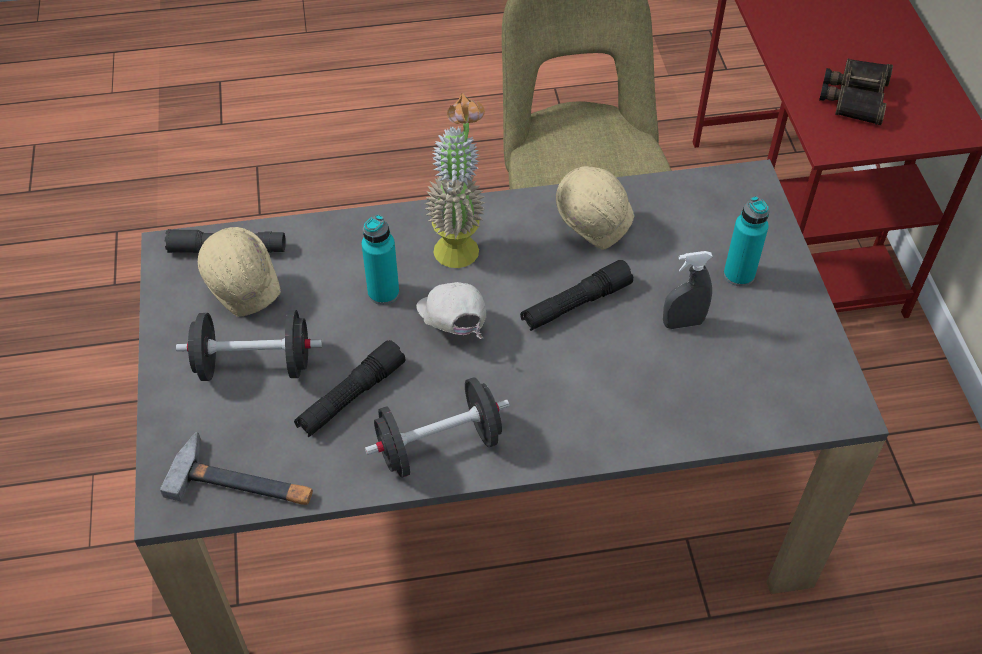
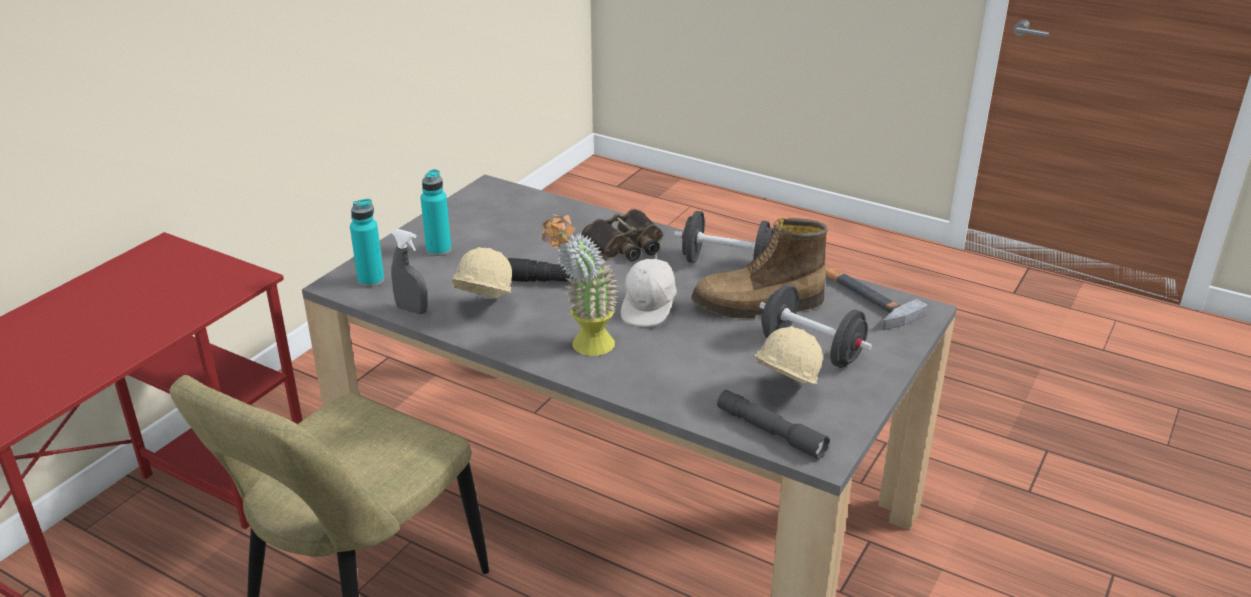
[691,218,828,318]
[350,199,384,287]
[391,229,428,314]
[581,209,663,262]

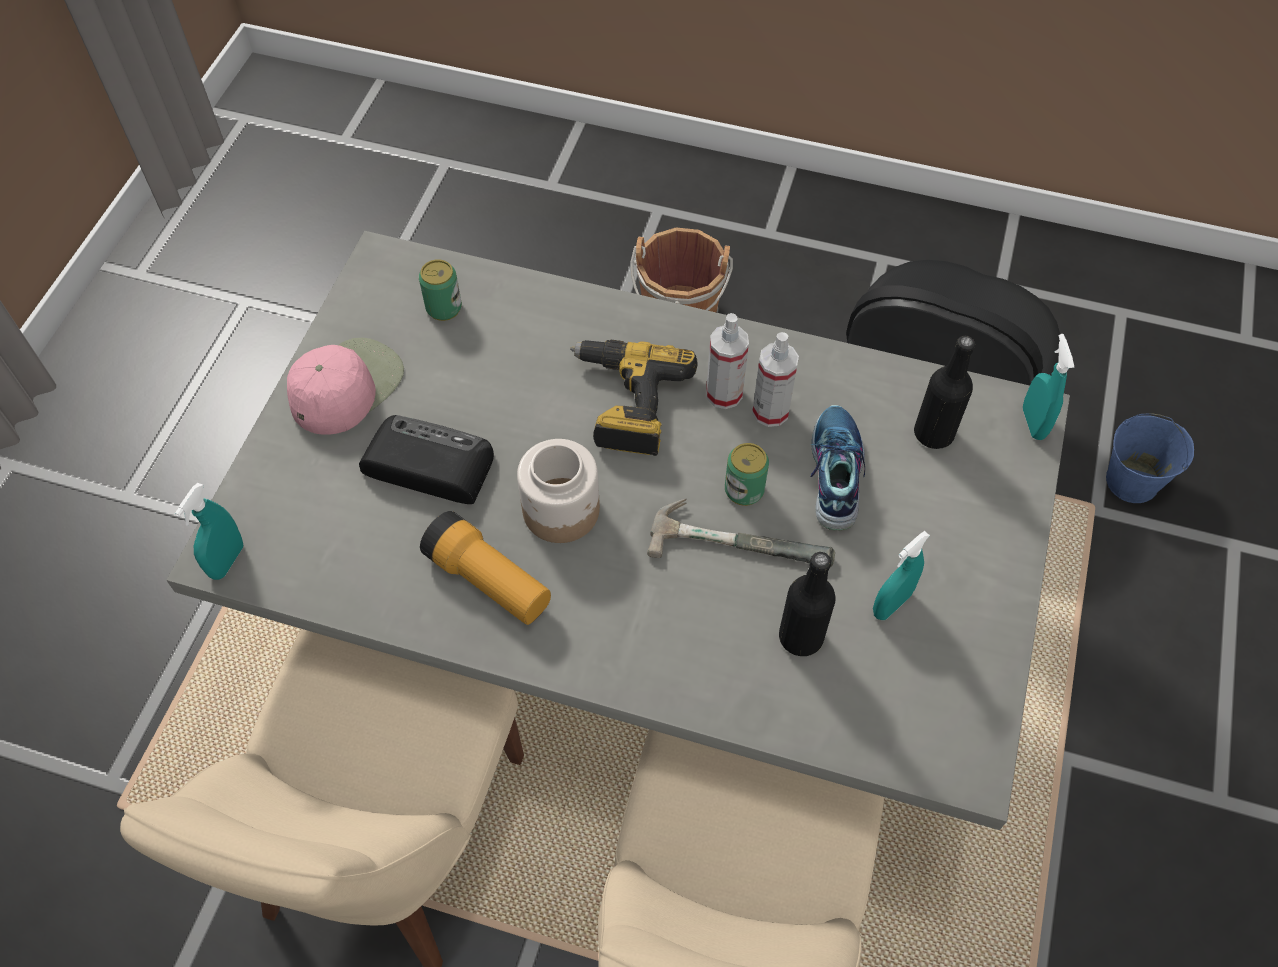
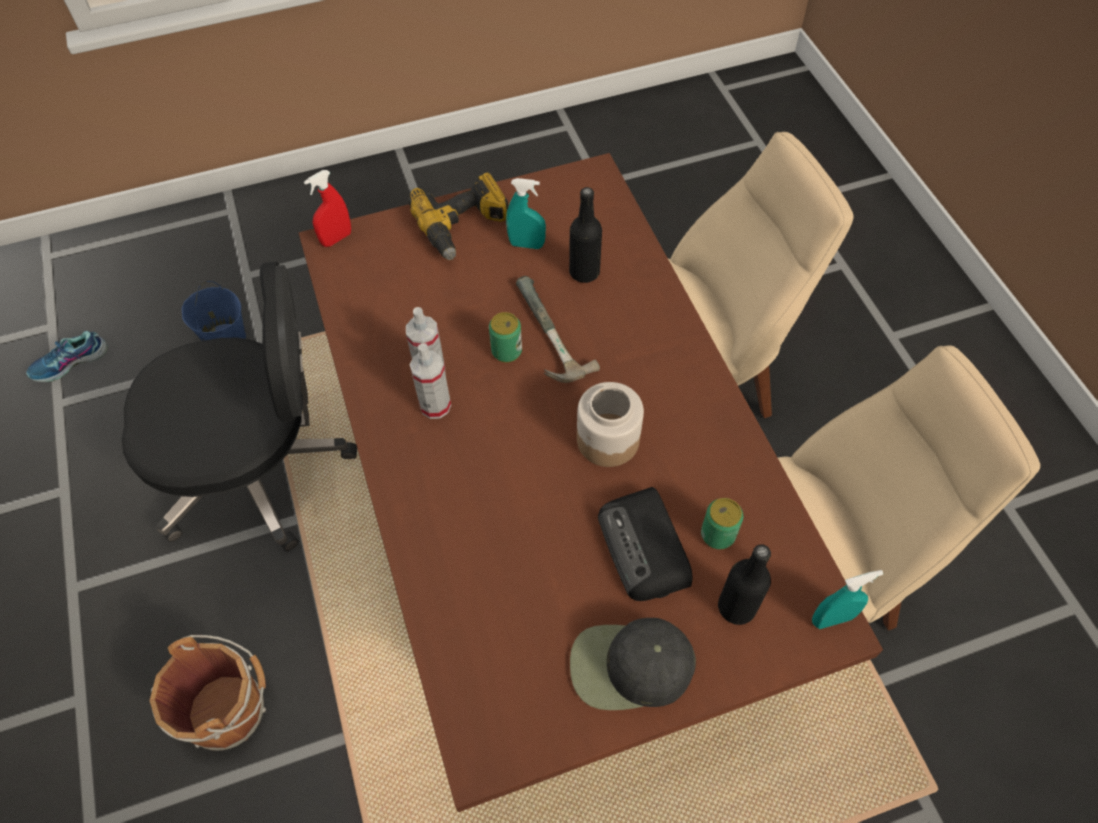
[299,153,883,812]
[570,618,696,710]
[701,498,743,549]
[420,511,551,625] (first image)
[408,173,509,260]
[26,331,108,382]
[718,544,771,625]
[304,170,351,247]

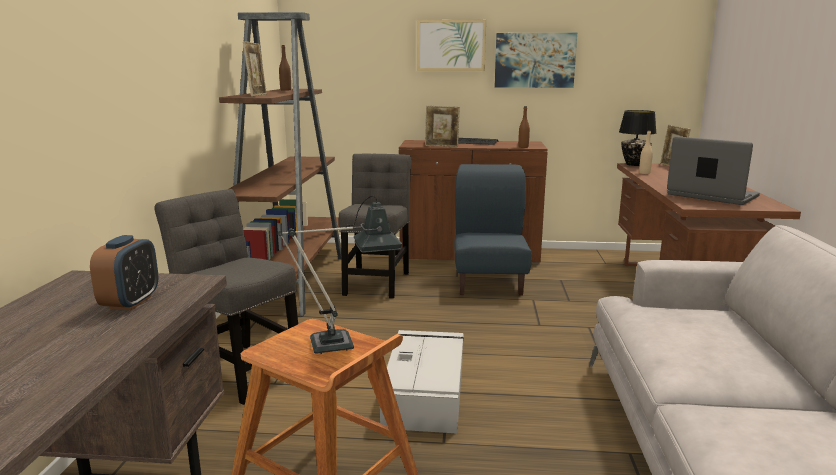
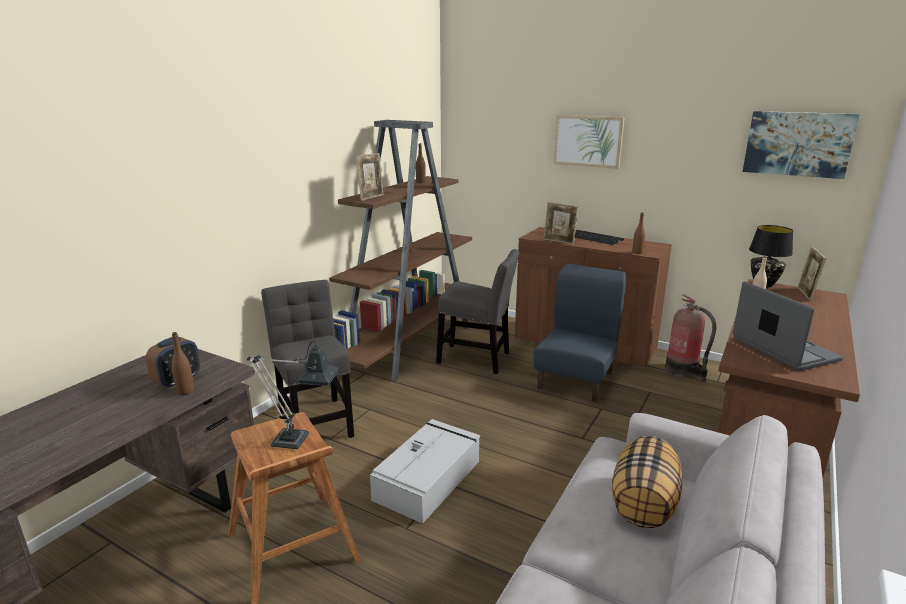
[436,249,519,374]
[743,111,860,179]
[171,332,194,395]
[612,436,683,528]
[665,294,716,382]

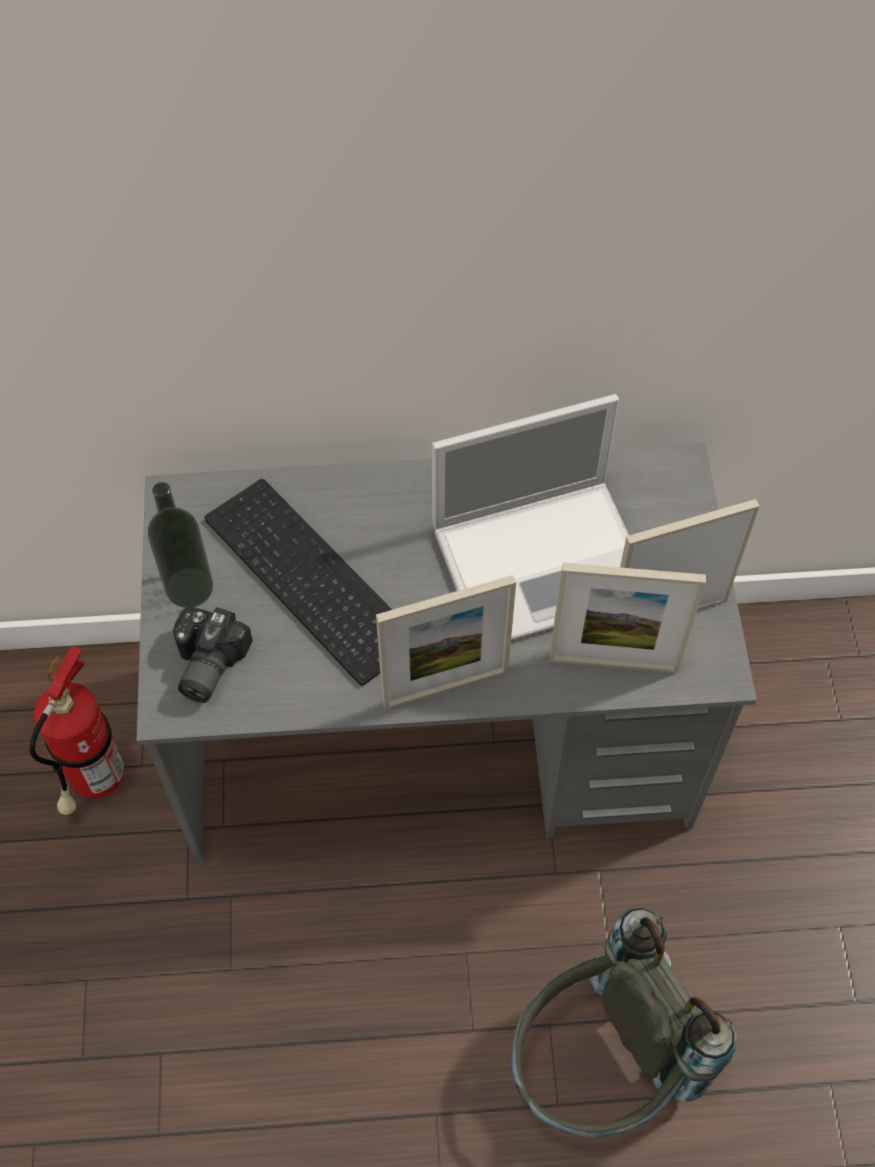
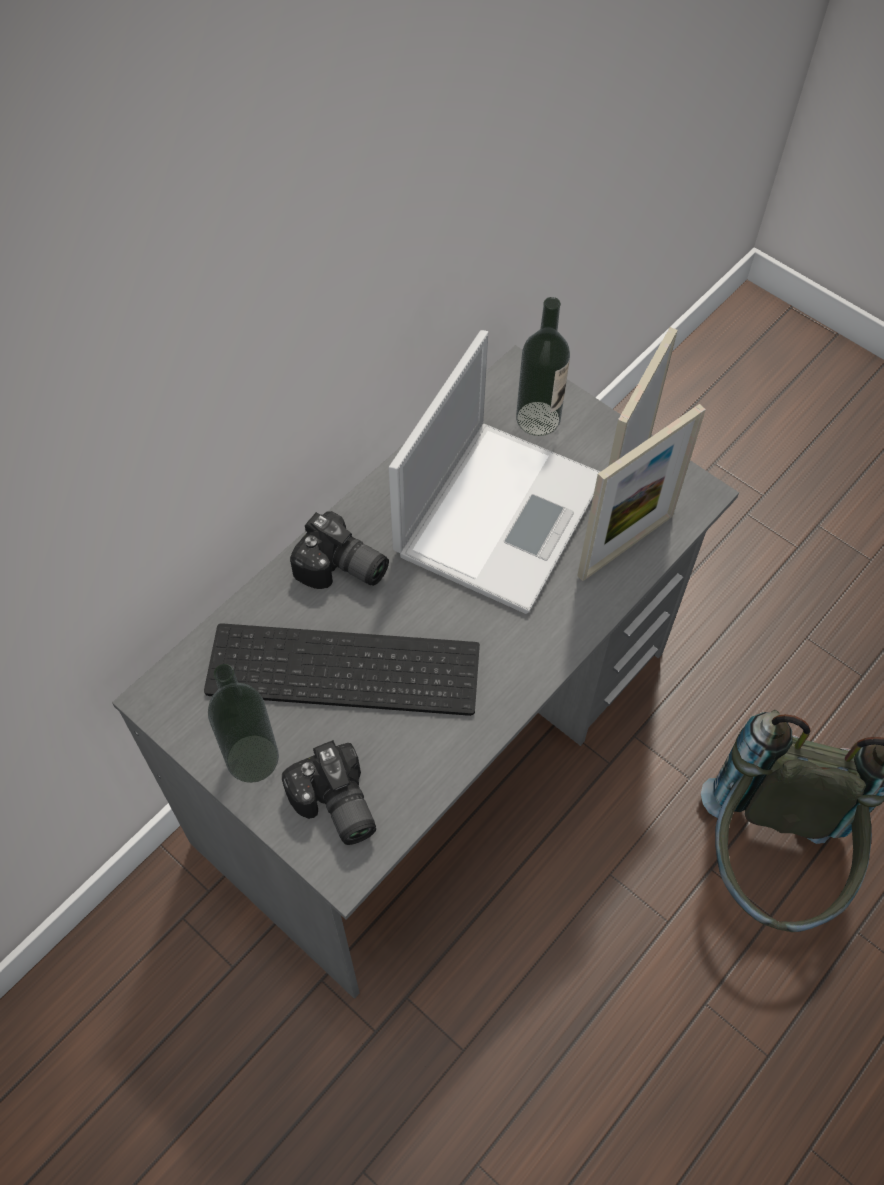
[29,646,125,815] (first image)
[376,575,516,710] (first image)
[290,511,389,589]
[516,297,570,436]

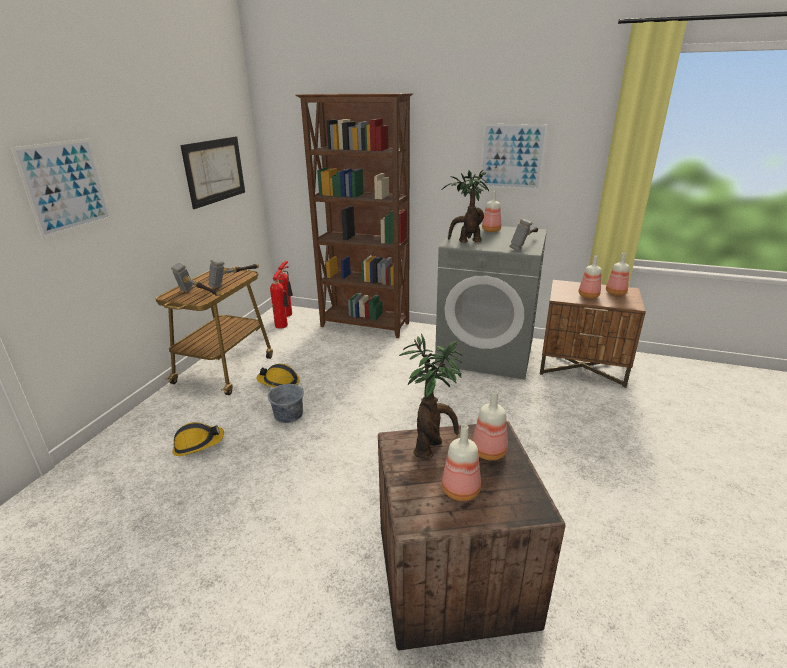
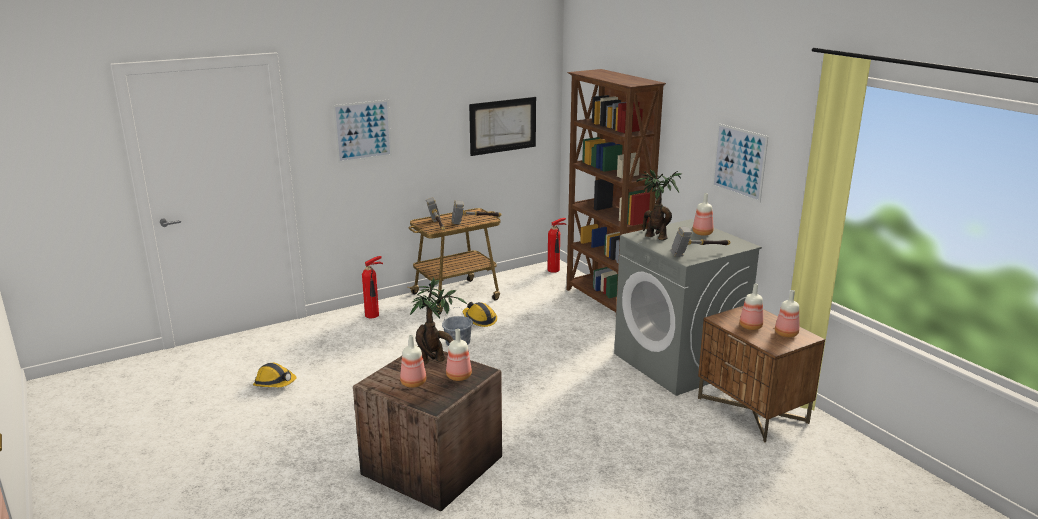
[253,363,296,387]
[362,256,383,318]

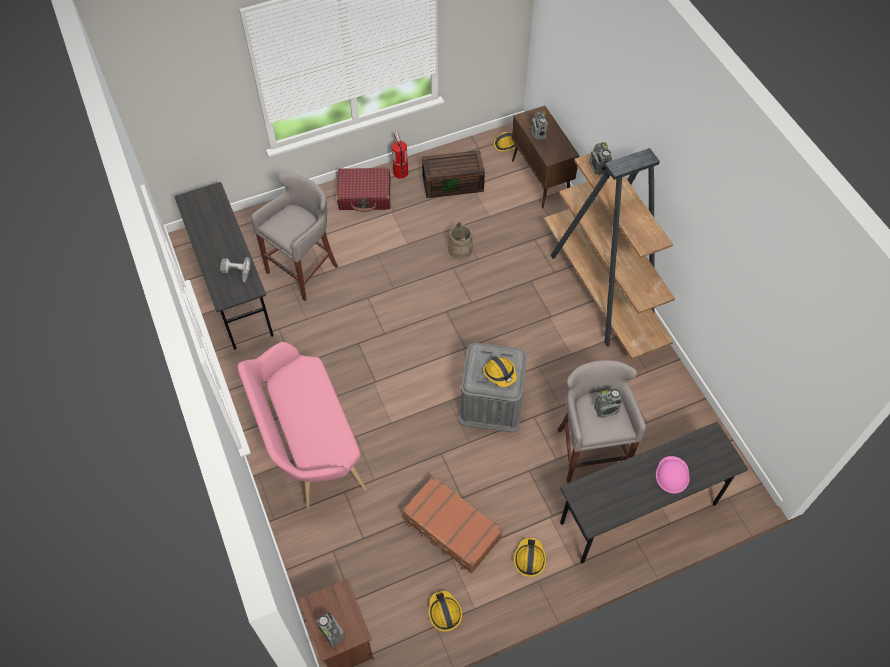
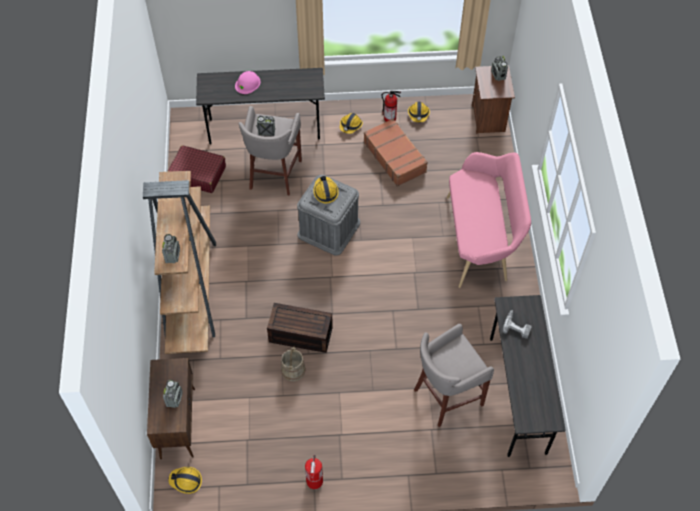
[167,145,226,193]
[267,303,333,353]
[382,91,401,122]

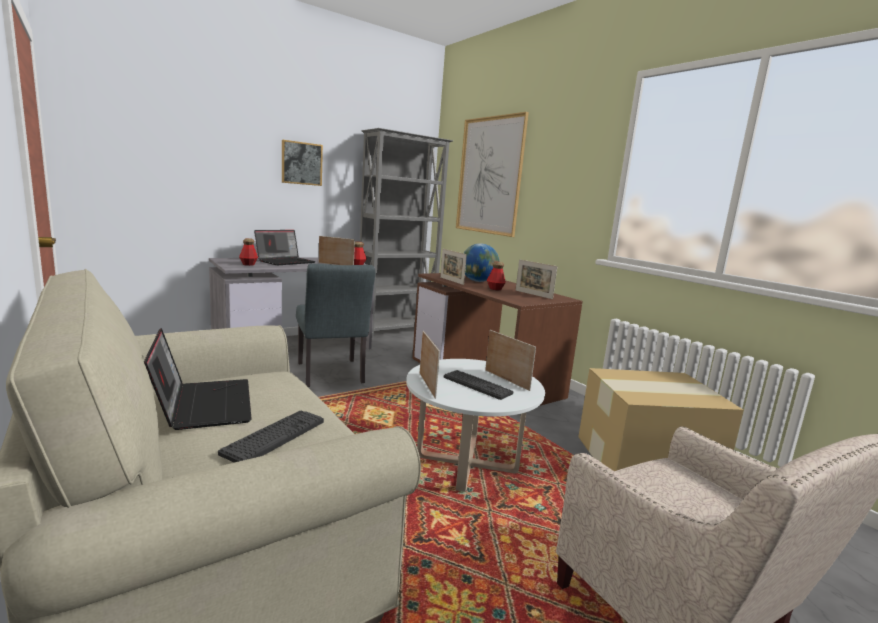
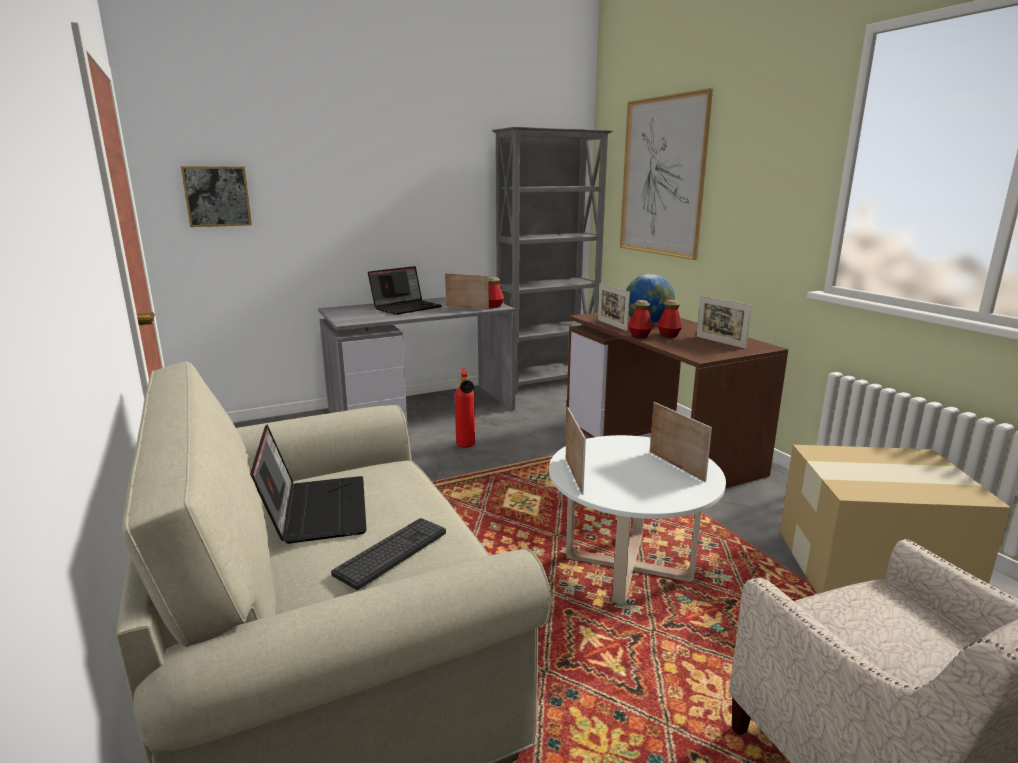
[628,300,653,338]
[181,166,252,227]
[455,367,475,448]
[444,370,514,400] (first image)

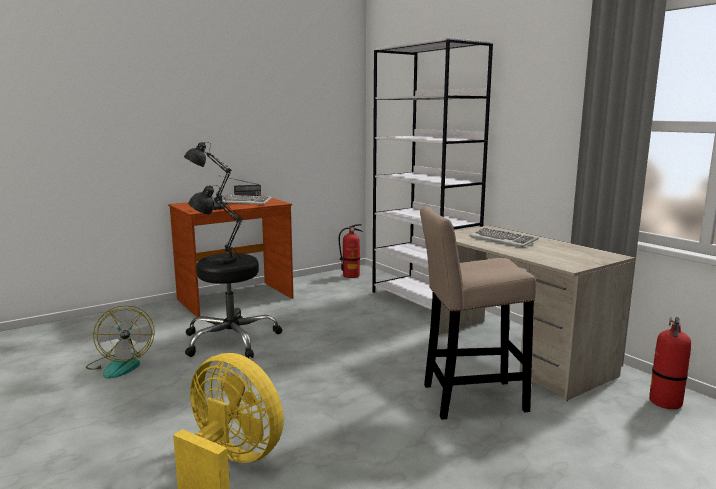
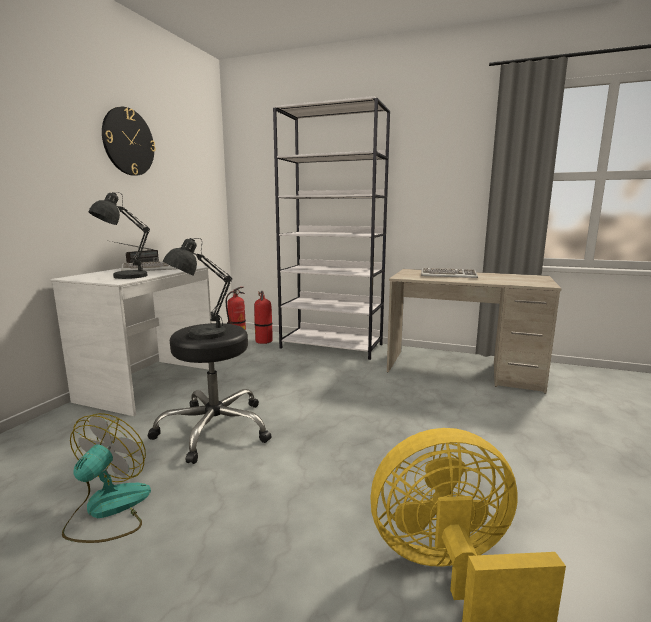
[62,413,151,543]
[51,266,215,416]
[420,206,536,420] (first image)
[254,291,273,344]
[102,107,156,176]

